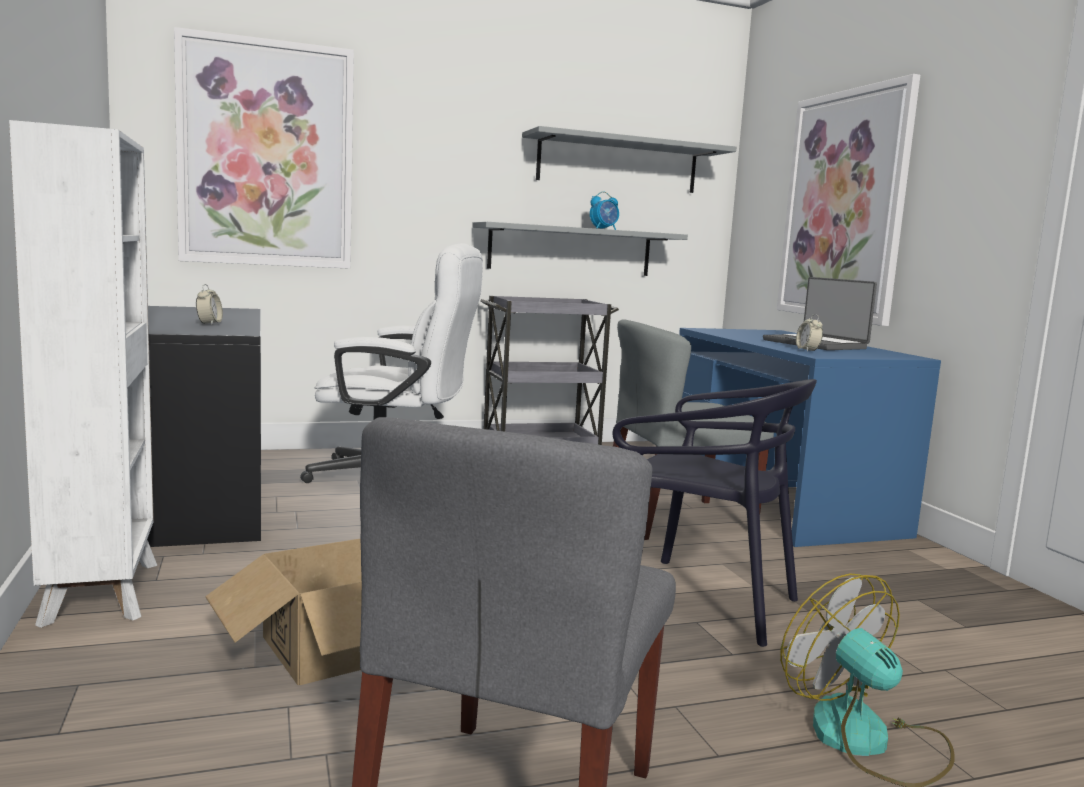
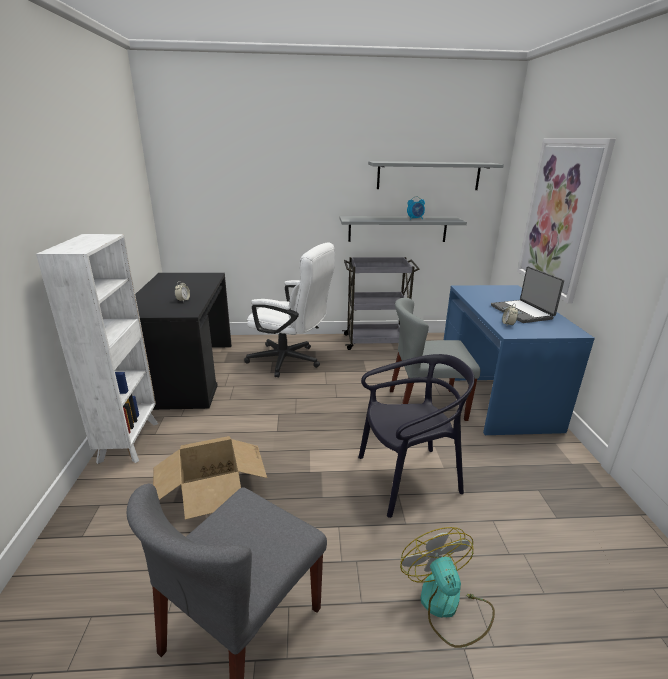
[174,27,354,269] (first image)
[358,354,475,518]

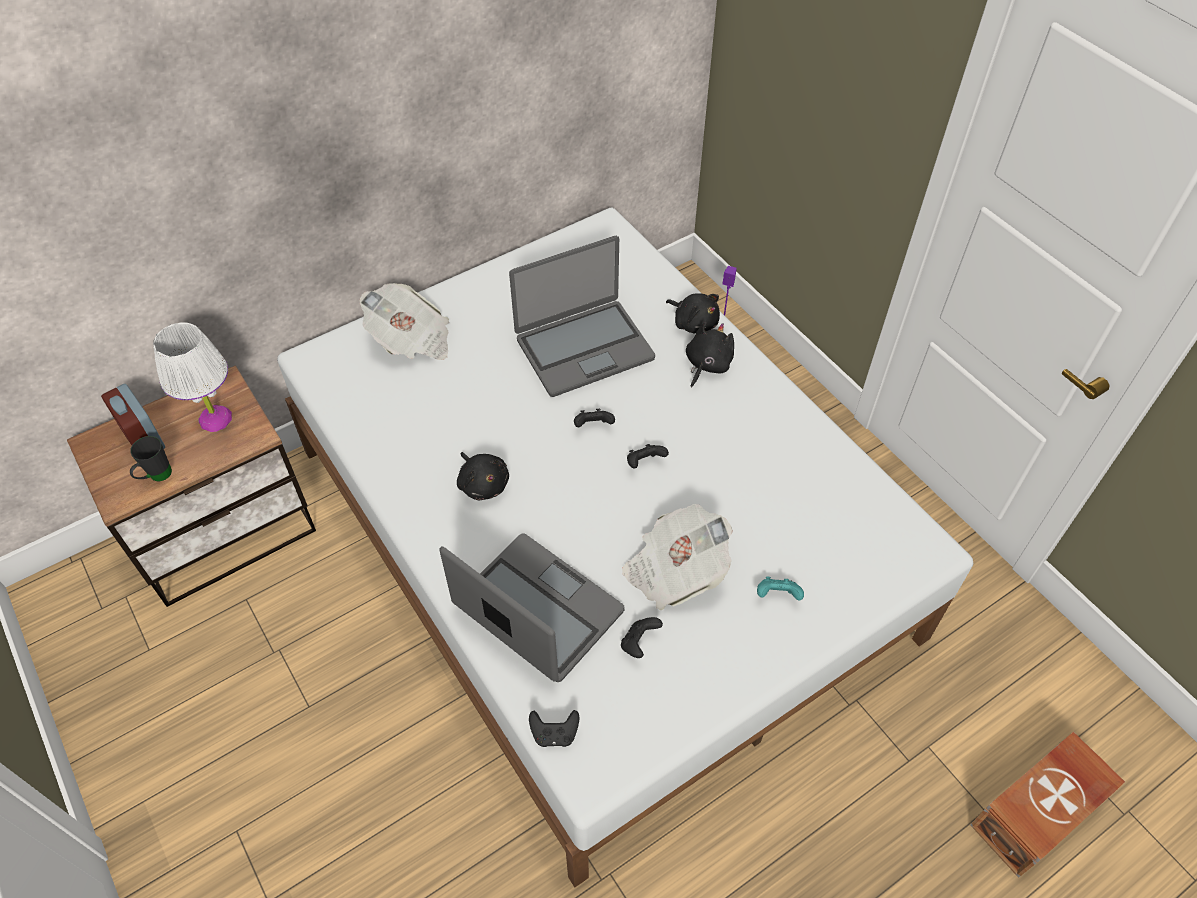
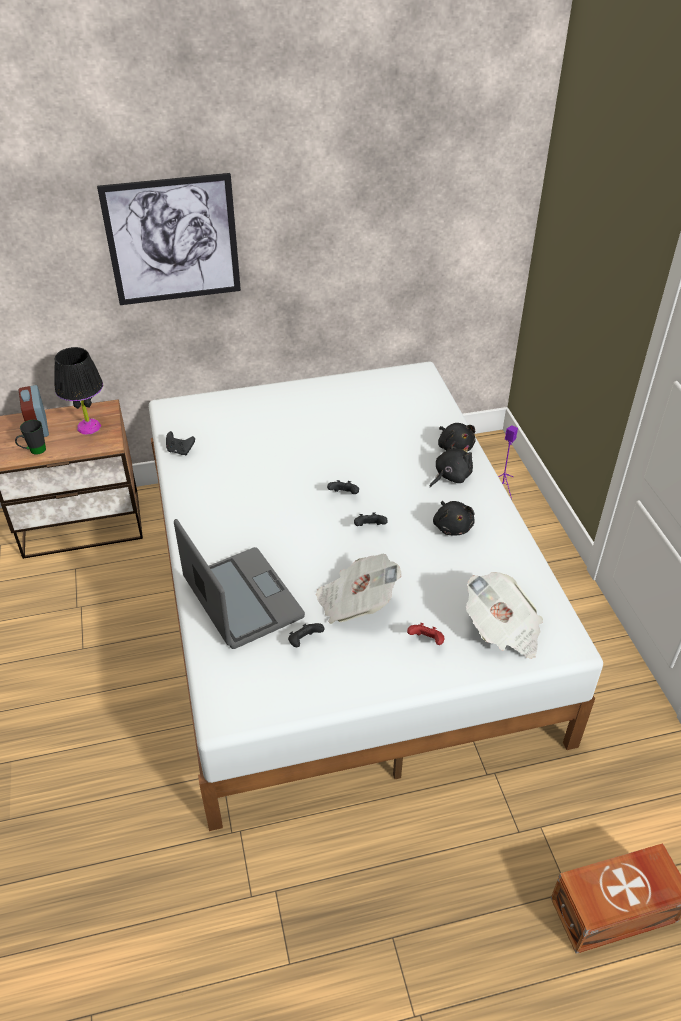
[54,347,103,435]
[466,572,543,659]
[433,501,475,536]
[509,236,655,397] (first image)
[166,431,195,456]
[407,623,444,645]
[97,173,241,305]

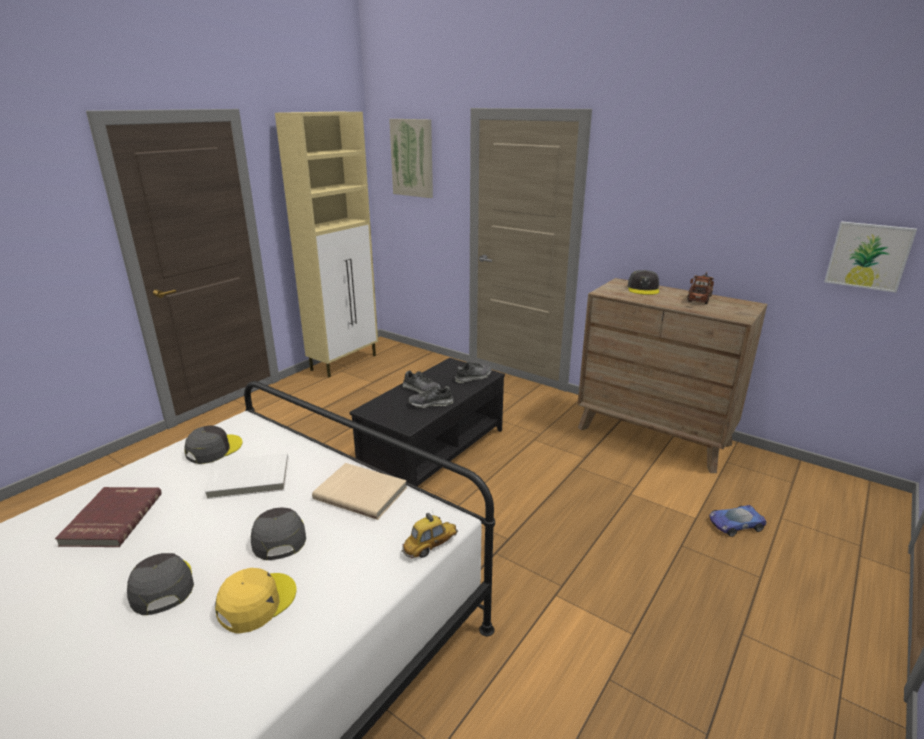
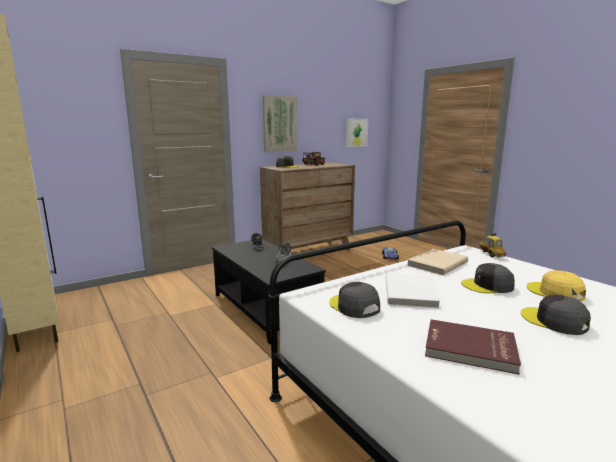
[521,294,591,335]
[263,95,297,152]
[403,371,441,394] (first image)

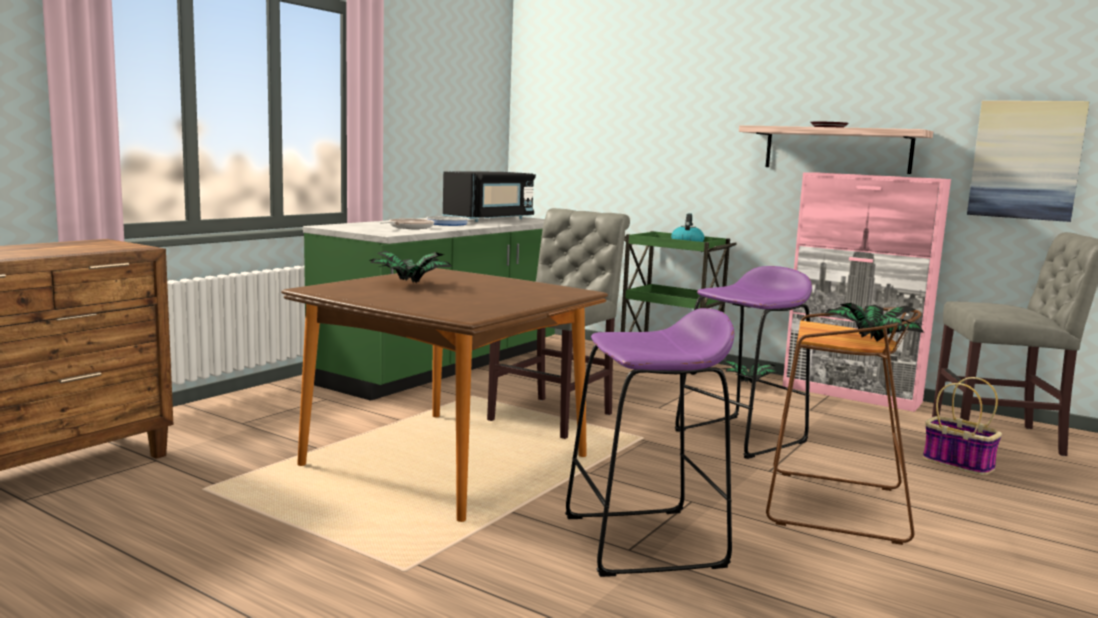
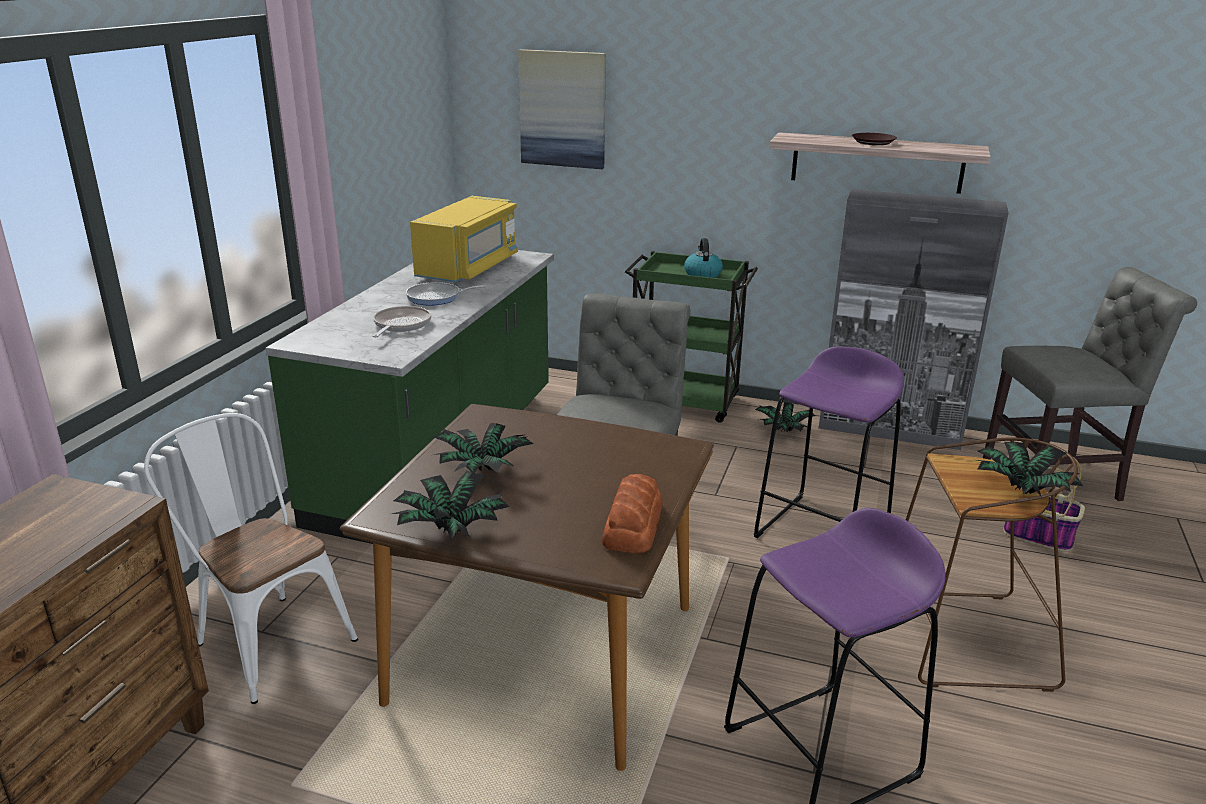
[410,196,518,282]
[819,189,1009,450]
[518,49,606,169]
[144,413,358,704]
[392,470,509,540]
[602,474,663,553]

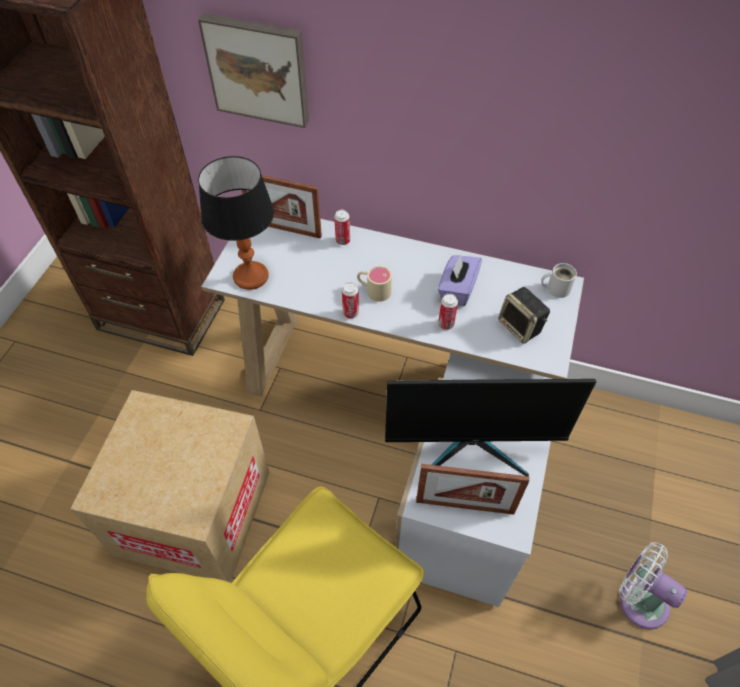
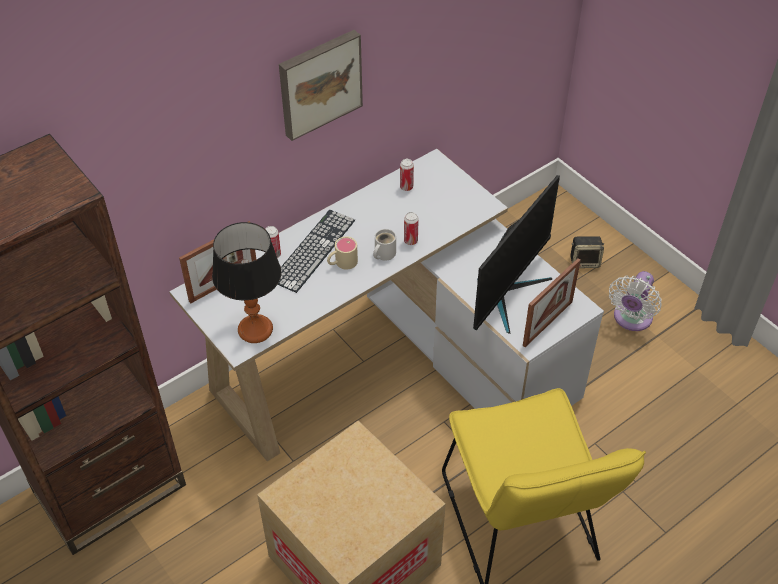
[279,30,363,141]
[400,159,414,191]
[438,254,482,306] (first image)
[570,236,604,268]
[373,229,396,261]
[609,271,662,331]
[278,210,355,293]

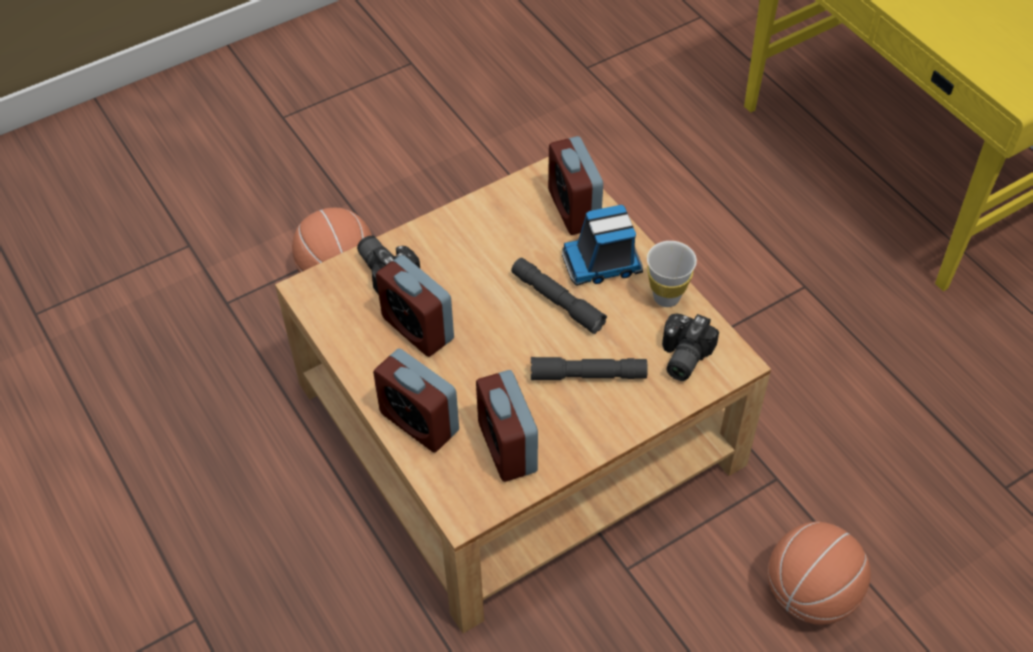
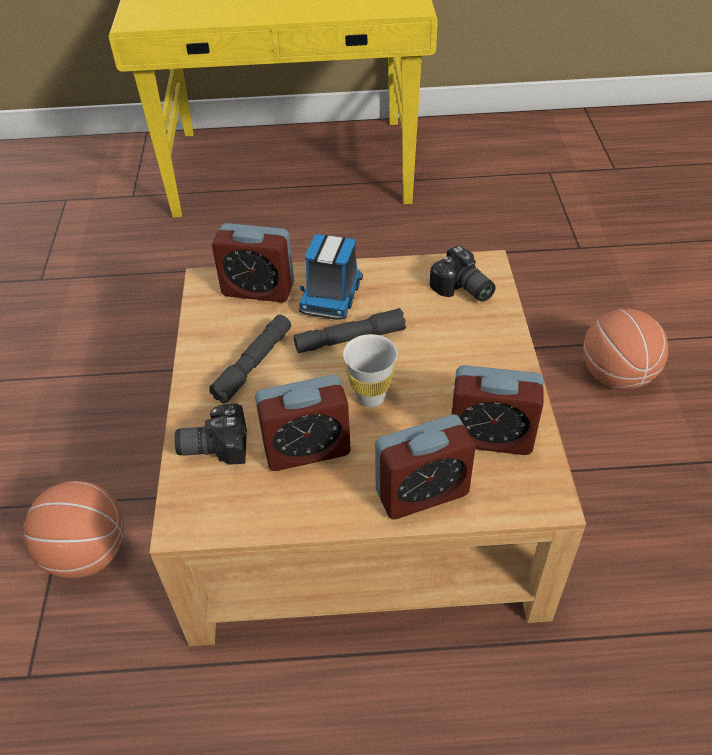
[209,315,291,403]
[343,334,398,407]

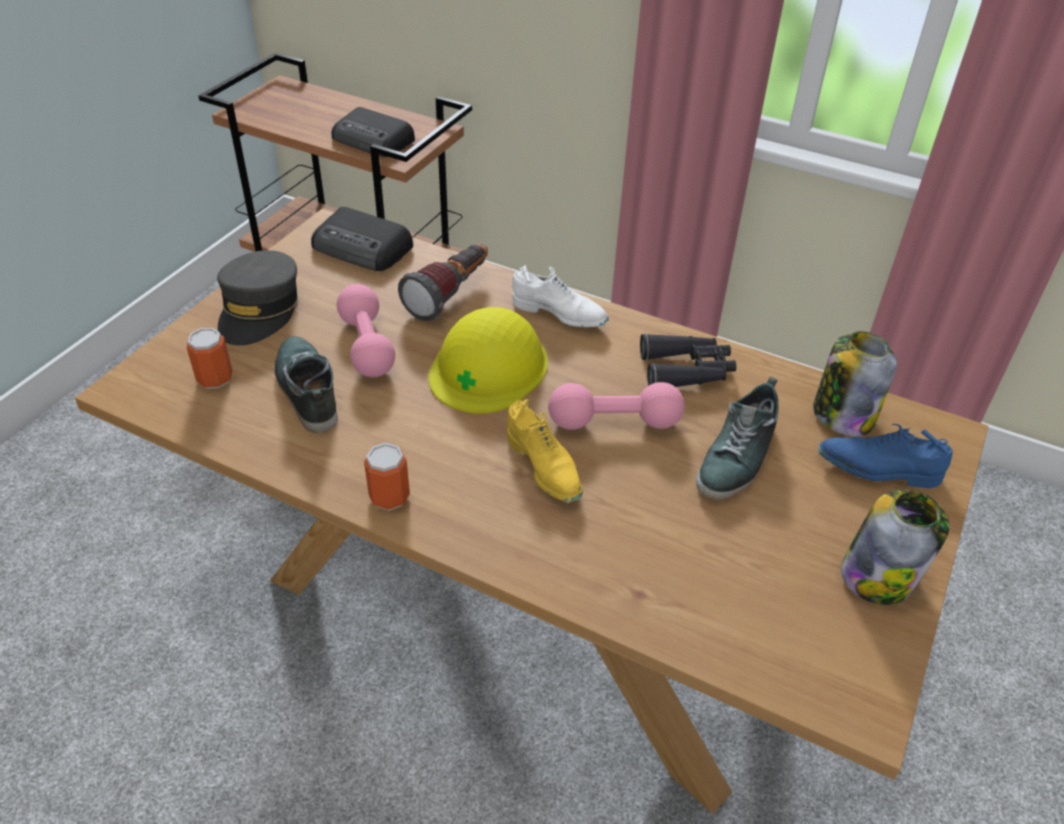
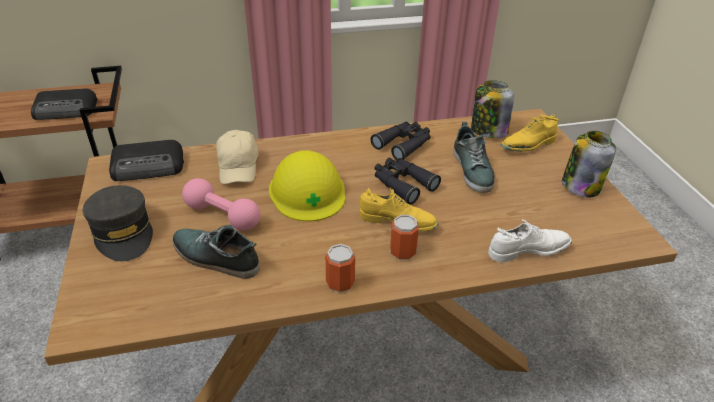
[390,215,419,260]
[216,130,258,184]
[488,219,572,262]
[375,158,441,205]
[500,114,559,152]

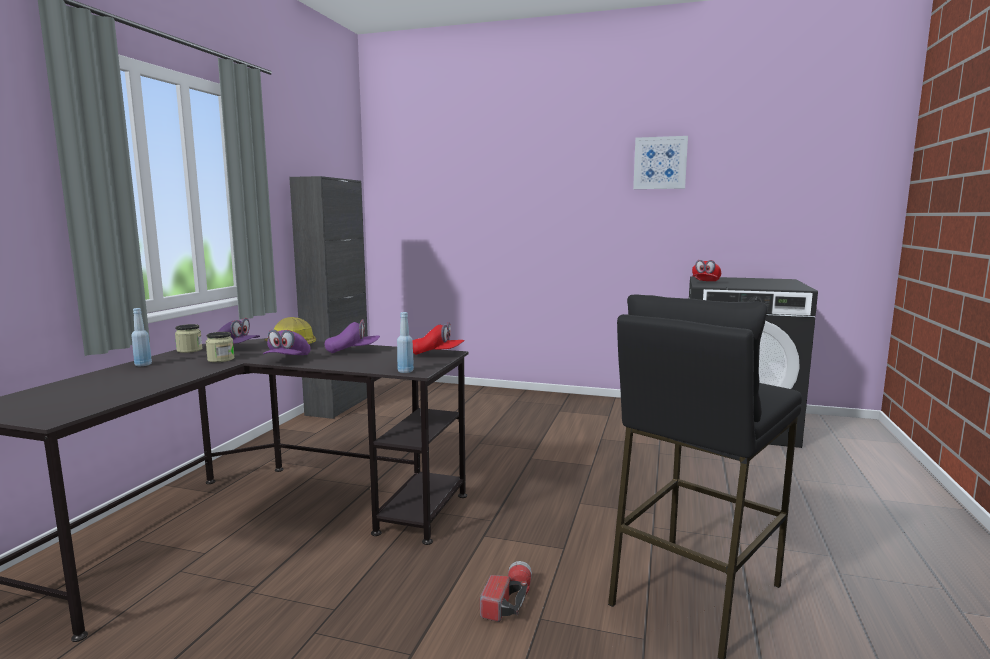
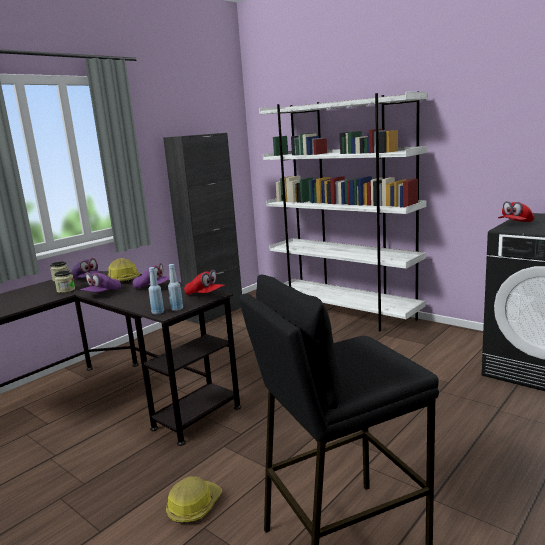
[168,264,183,311]
[166,476,222,524]
[633,136,688,189] (first image)
[259,91,428,331]

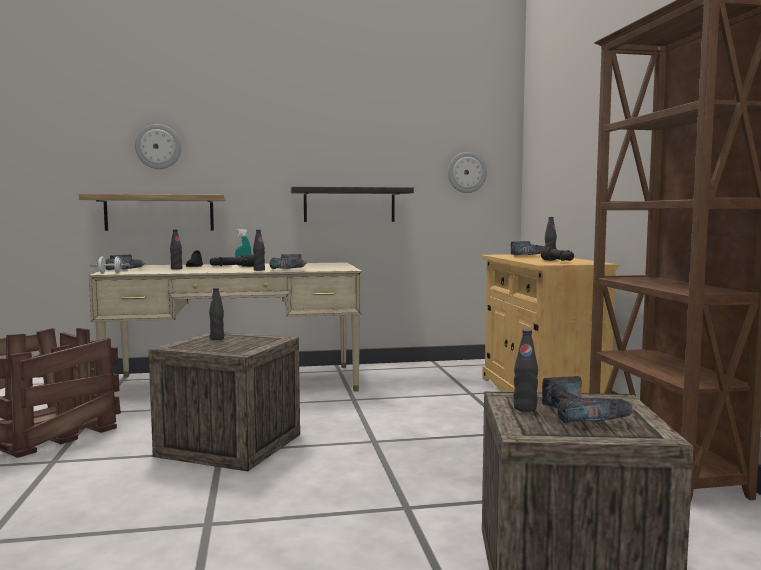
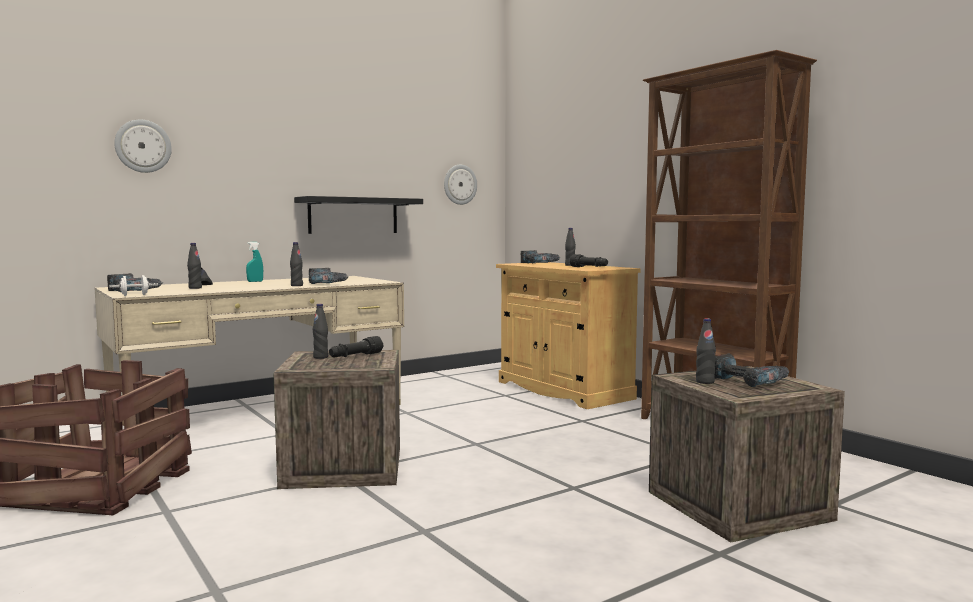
[79,194,226,231] (first image)
[329,336,383,358]

